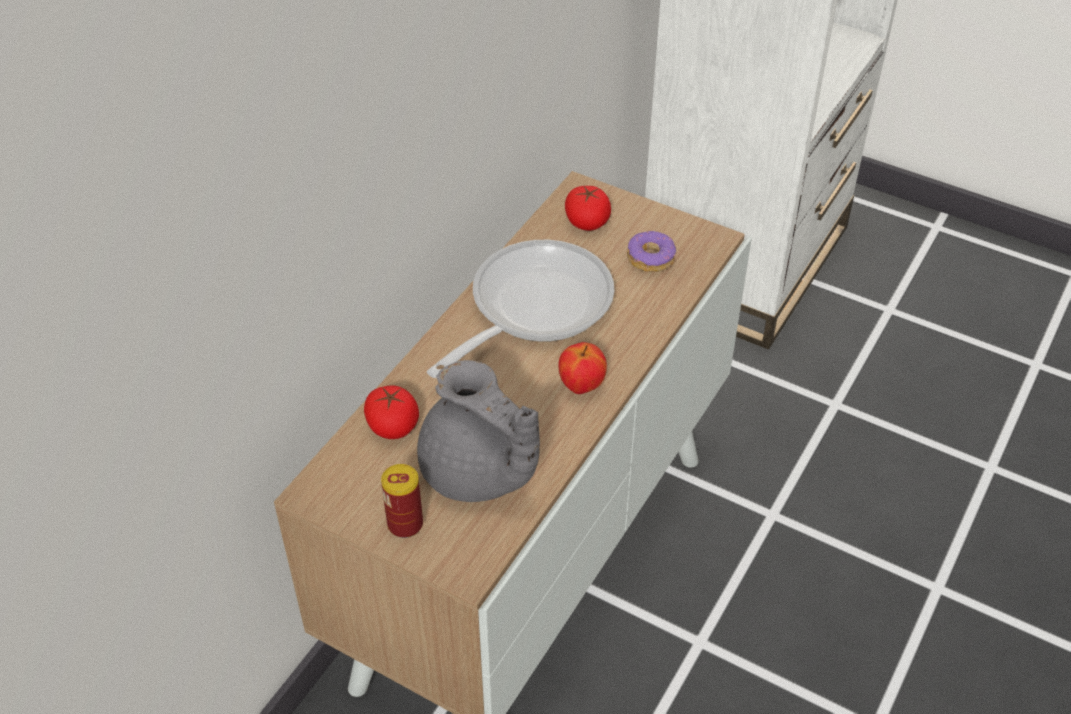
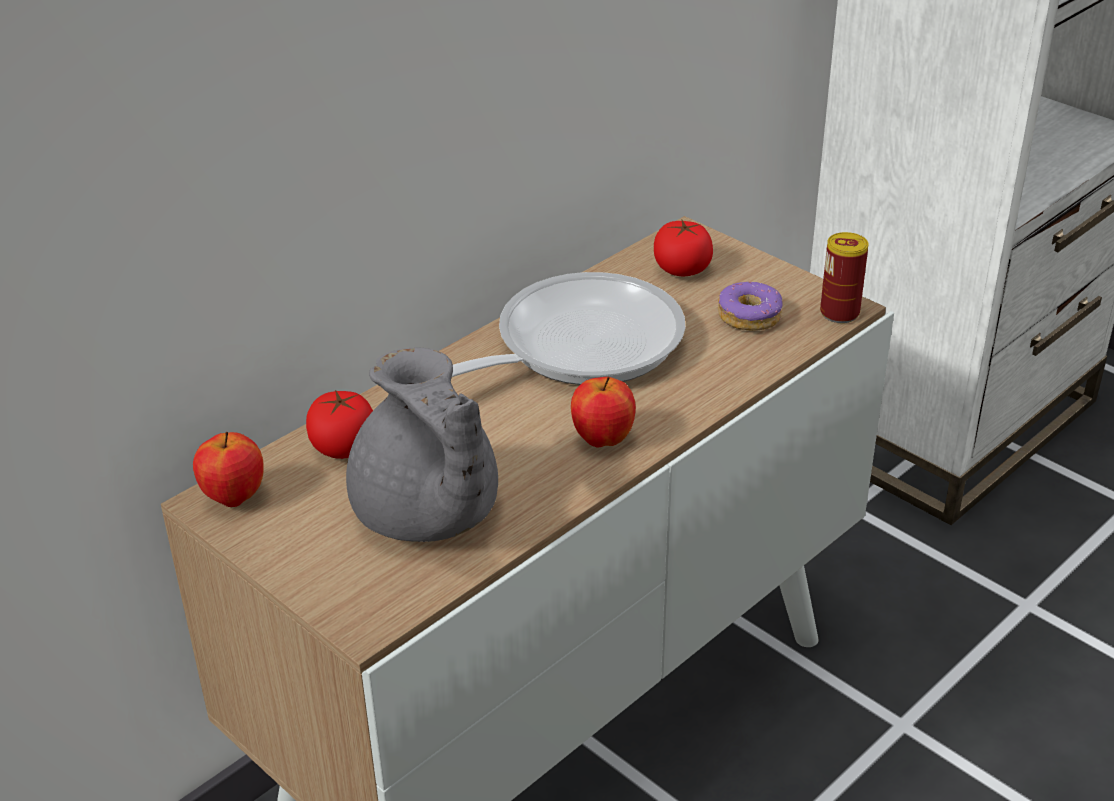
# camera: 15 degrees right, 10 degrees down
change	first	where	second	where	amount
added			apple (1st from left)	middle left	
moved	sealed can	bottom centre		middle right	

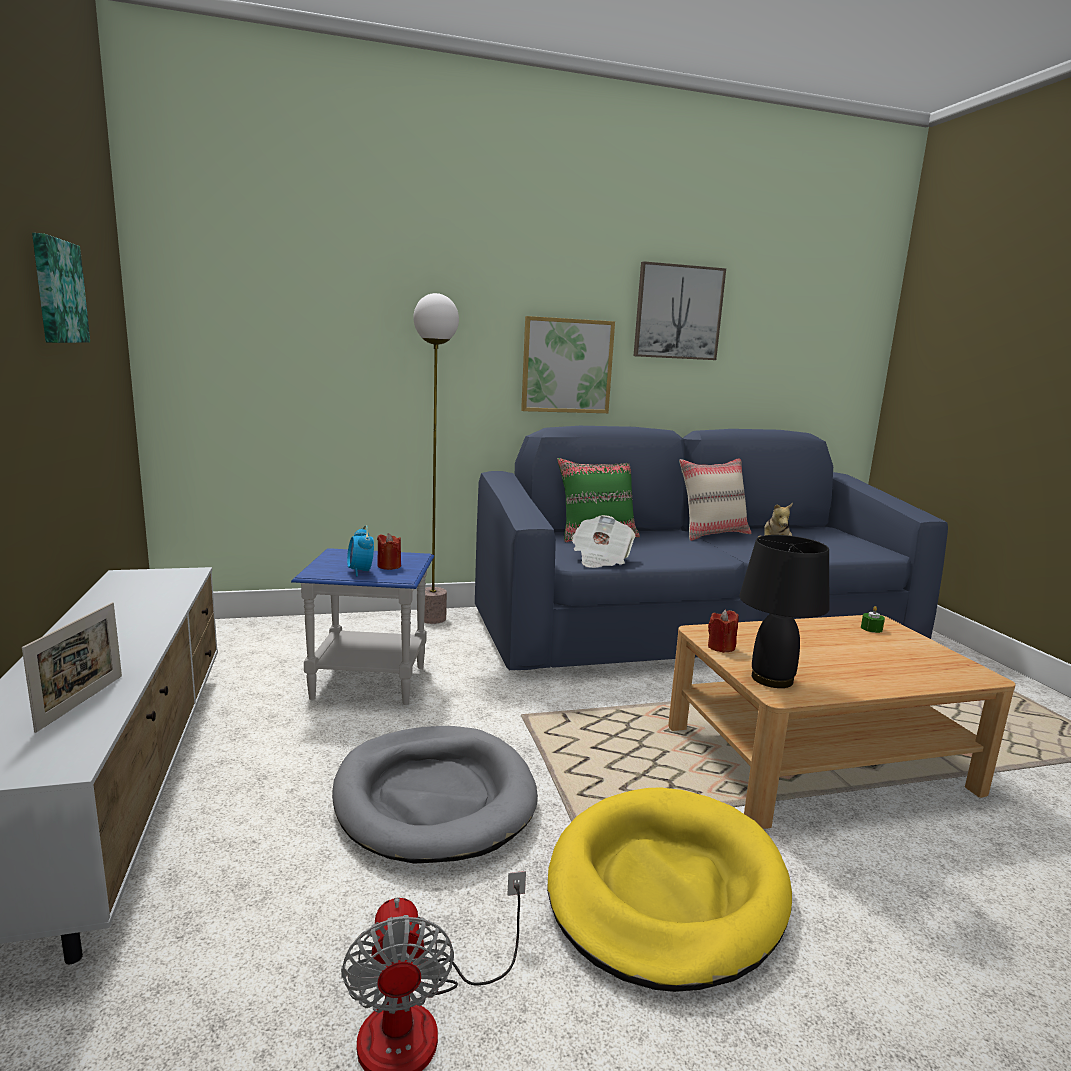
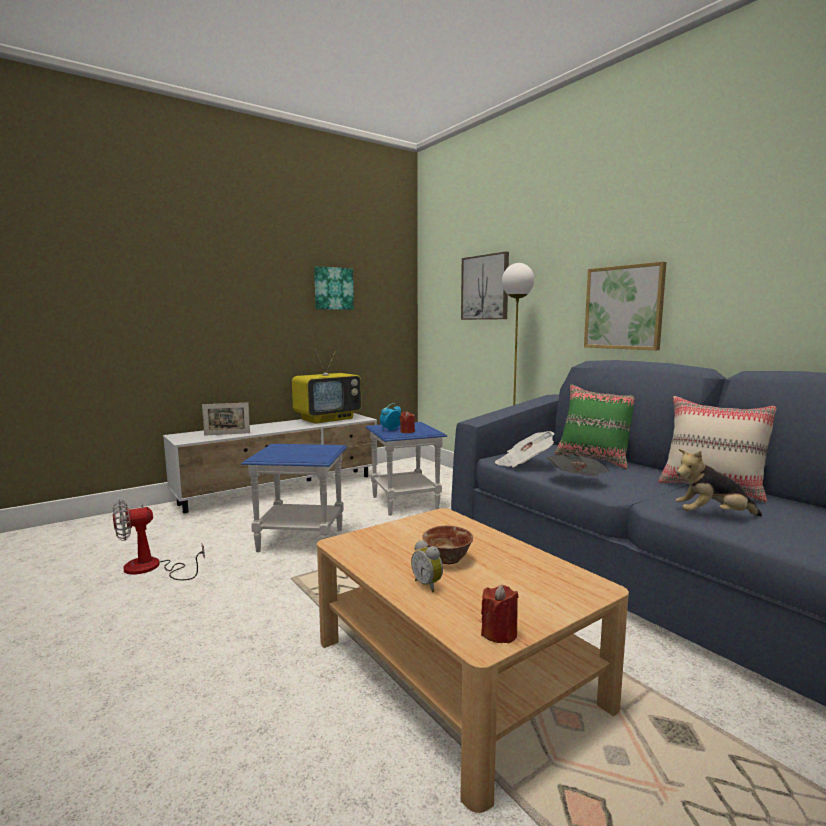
# camera: 70 degrees right, 5 degrees down
change	first	where	second	where	amount
removed	pet bed (yellow-coloured)	bottom centre			
removed	table lamp (blackish)	middle right			
removed	wax light (green)	middle right			
added			TV set	centre	
added			alarm clock (2nd from left)	bottom centre	
added			bowl	centre	
added			printed paper (2nd from left)	middle right	
moved	wall art (3rd from left in the first image)	top centre	wall art (2nd from left)	centre	
moved	wax light (red) (2nd from left)	middle right		bottom centre	
replaced	pet bed (greyish)	bottom centre	side table (blue-coloured) (1st from left)	centre	

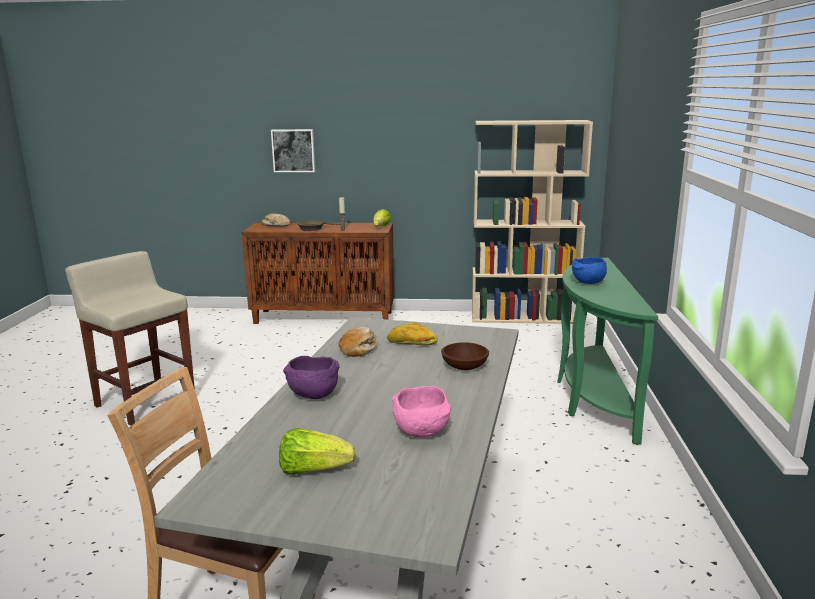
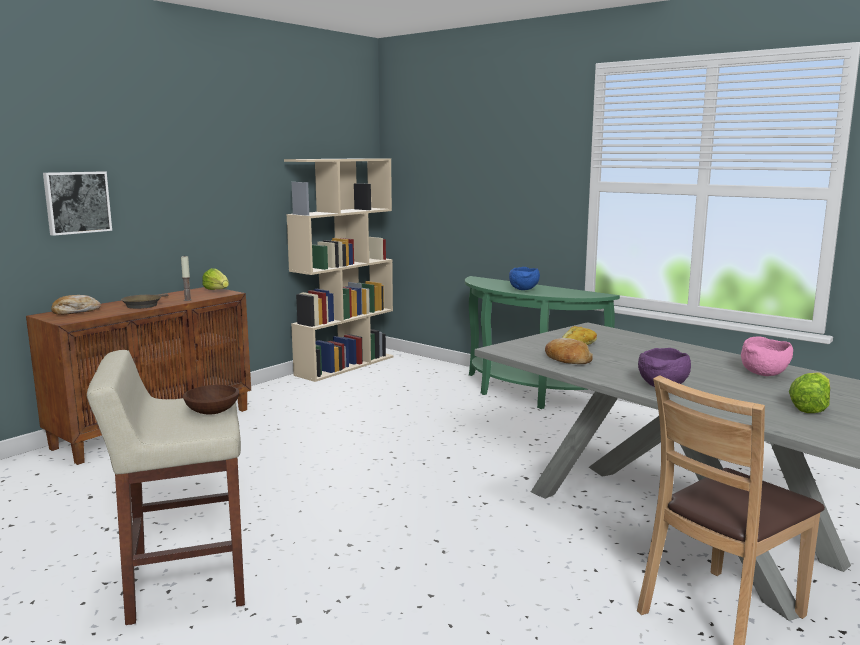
# camera: 55 degrees left, 5 degrees down
change	first	where	second	where	amount
moved	bowl (brownish)	centre		middle left	

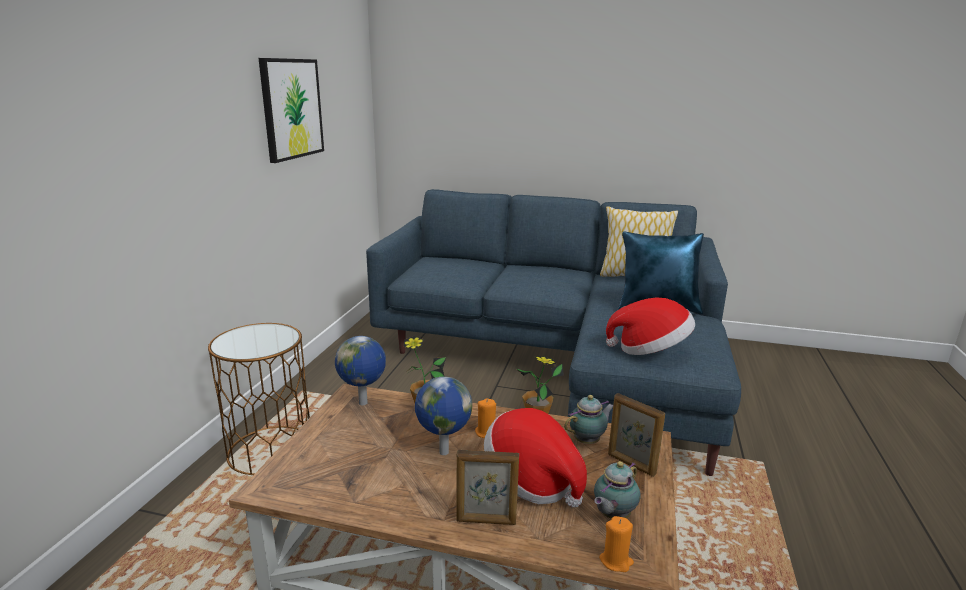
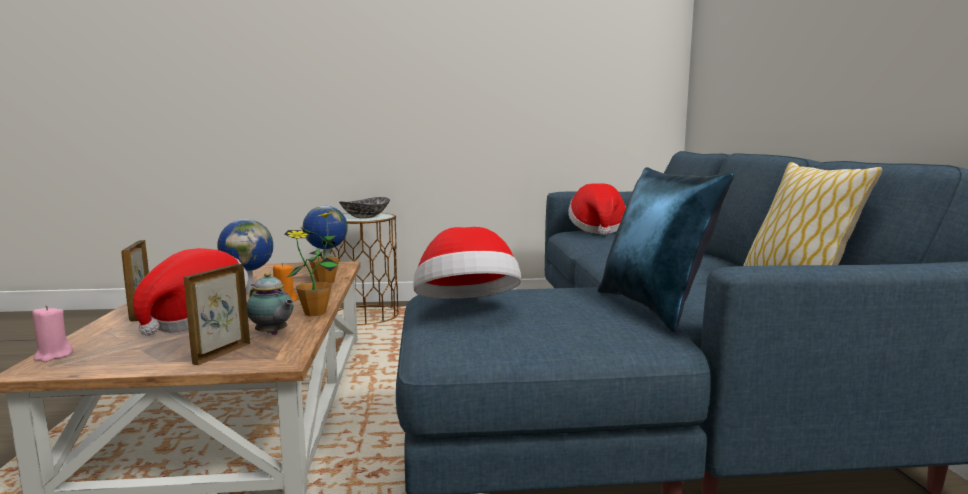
# camera: 70 degrees right, 10 degrees down
change	first	where	second	where	amount
removed	wall art	top left			
removed	teapot (2nd from left)	bottom centre			
added			bowl	centre	
added			hat (3rd from left)	centre	
recoloured	wax light (orangey) (2nd from left)	bottom centre	wax light (pinkish)	bottom left	

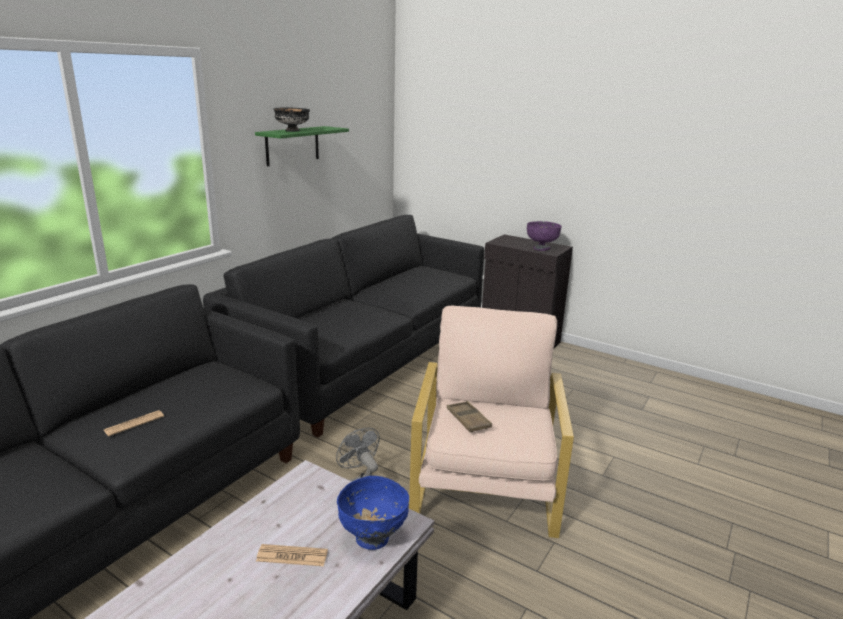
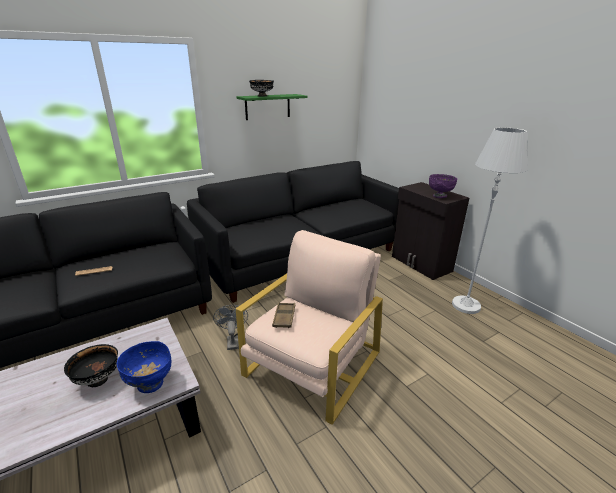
# camera: 25 degrees right, 5 degrees up
change	first	where	second	where	amount
added			standing lamp (white-coloured)	middle right	
replaced	printed paper (2nd from left)	bottom centre	bowl (blackish) (1st from left)	bottom left	

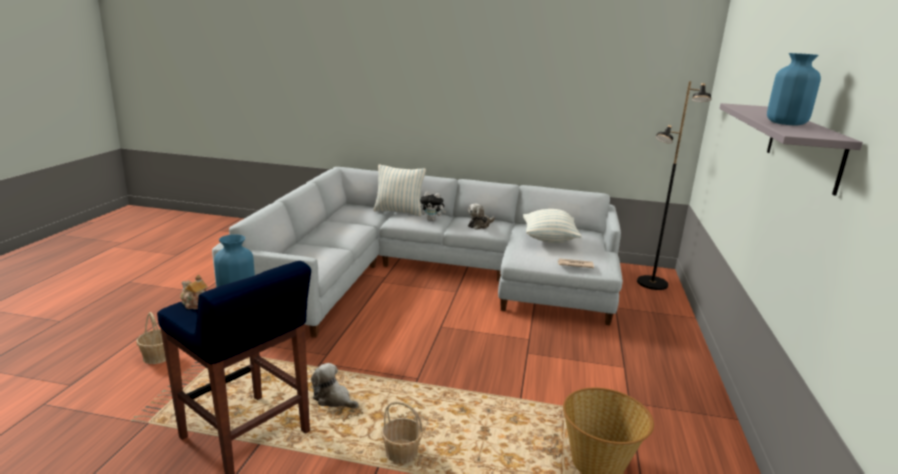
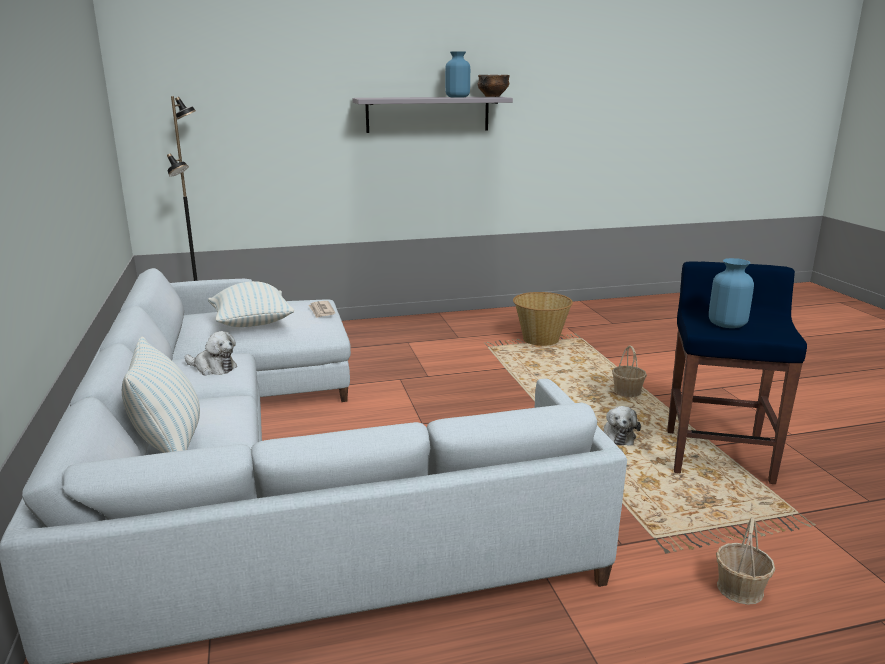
# camera: 115 degrees left, 0 degrees up
change	first	where	second	where	amount
removed	teapot	middle left			
removed	soft toy (2nd from left)	centre			
added			bowl	top centre	

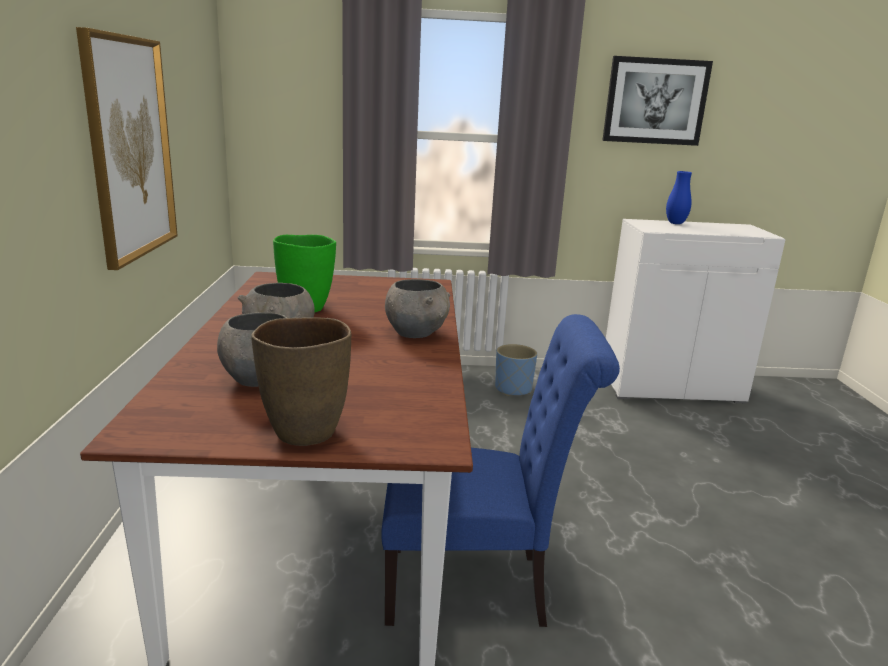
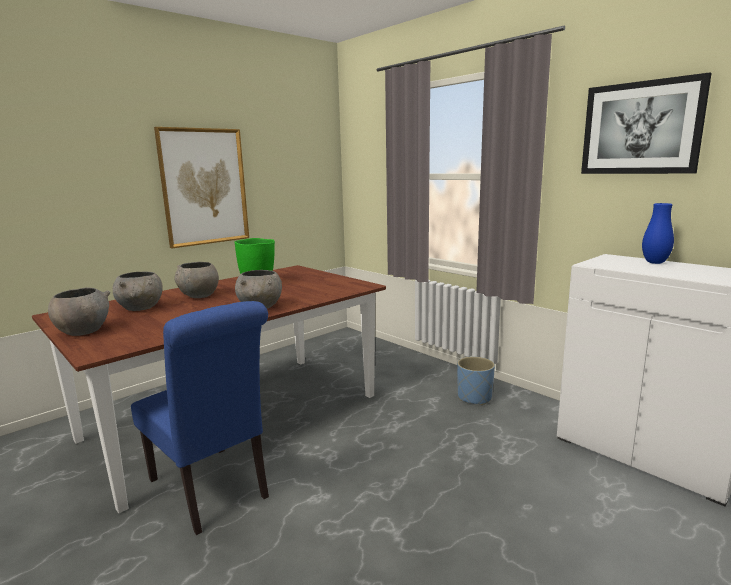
# camera: 50 degrees right, 5 degrees down
change	first	where	second	where	amount
replaced	vase (brownish)	centre	bowl (greyish) (1st from left)	middle left	

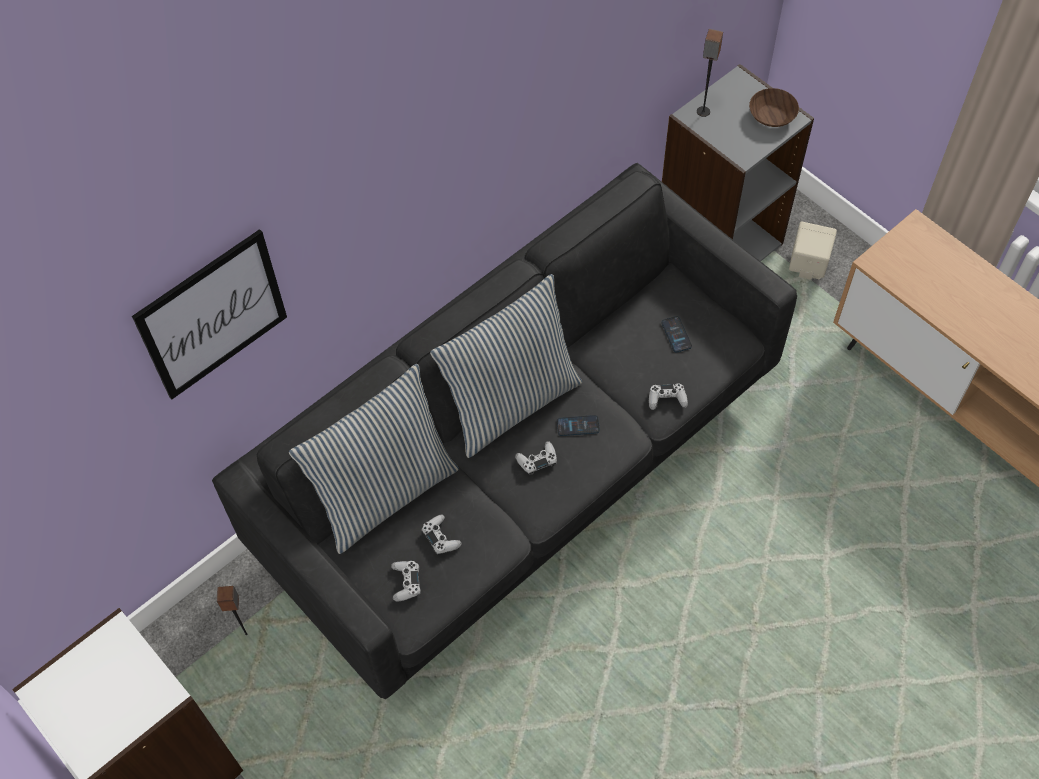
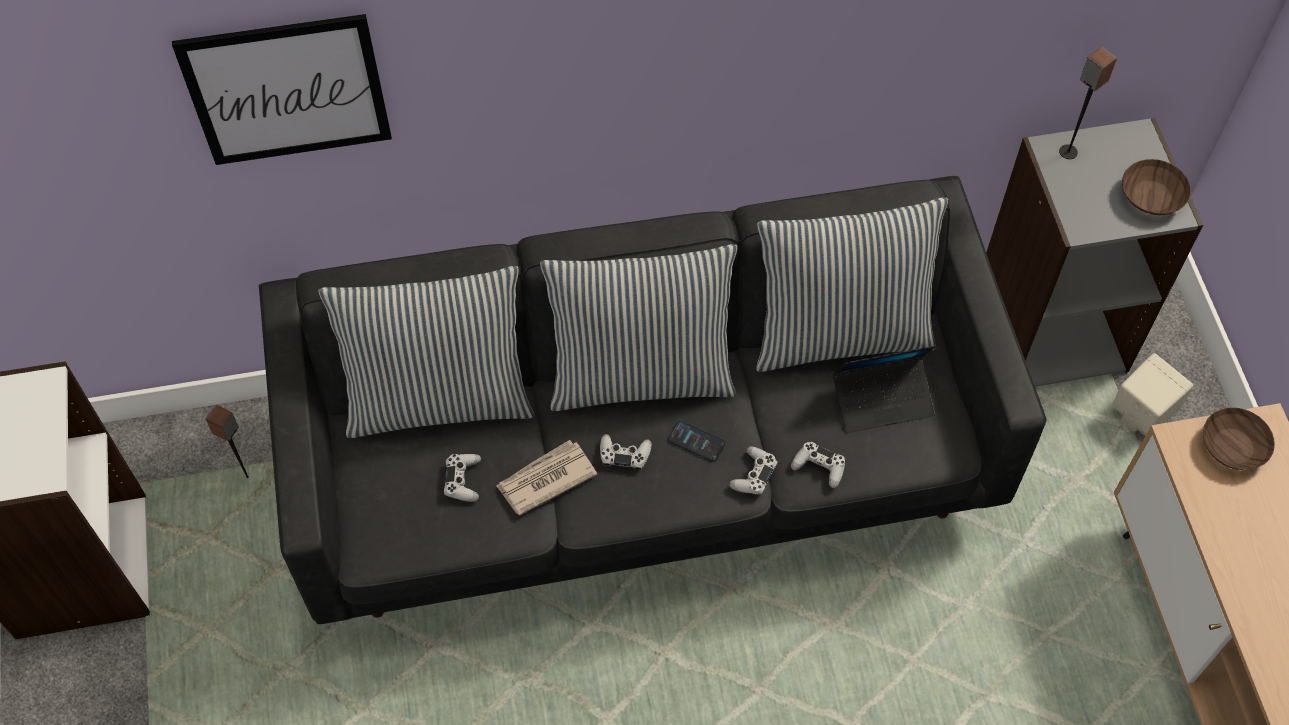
# camera: 30 degrees right, 0 degrees up
change	first	where	second	where	amount
added			printed paper	centre	
added			throw pillow (3rd from left)	centre	
added			bowl (brownish) (2nd from left)	middle right	
moved	game controller (white-coloured) (1st from left in the first image)	bottom centre	game controller (white-coloured) (3rd from left)	centre	
replaced	telephone (2nd from left)	centre	laptop	middle right	

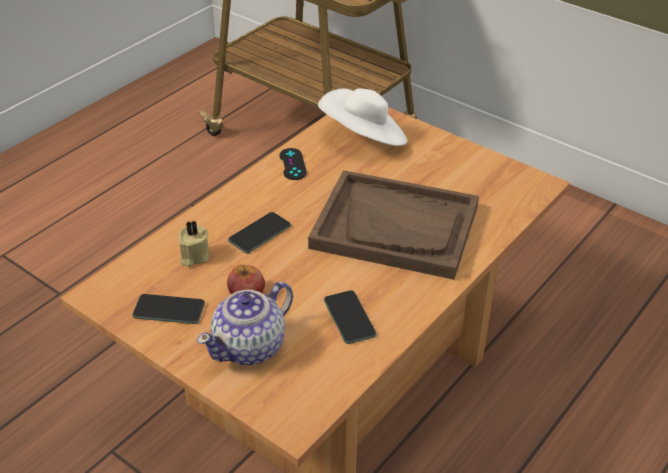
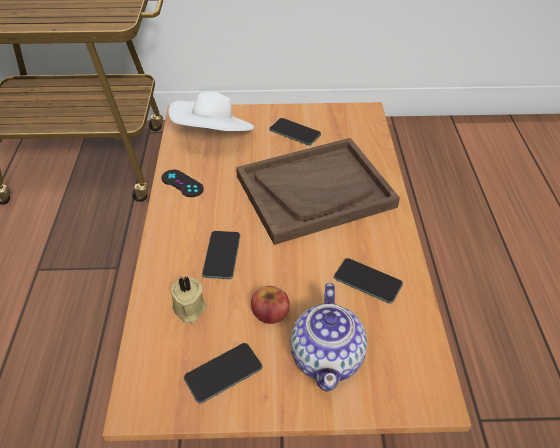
# camera: 40 degrees left, 5 degrees up
change	first	where	second	where	amount
added			telephone (3rd from left)	top centre	

